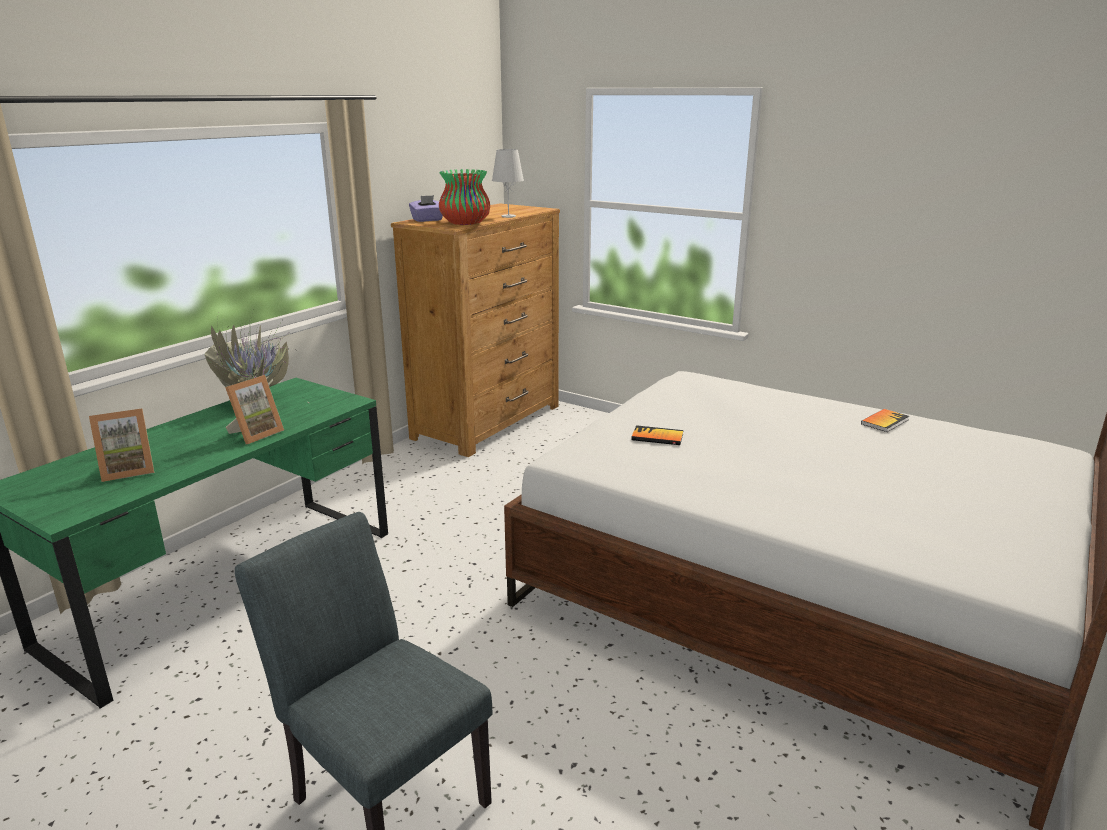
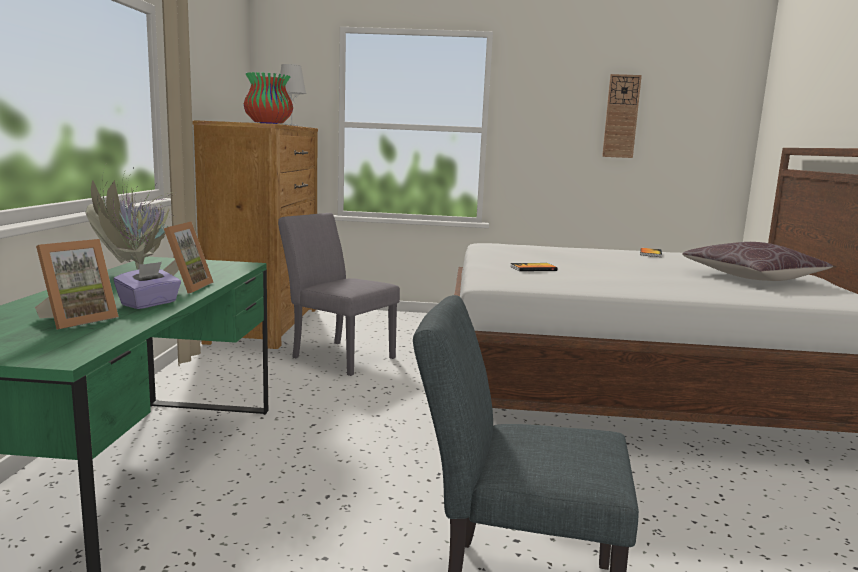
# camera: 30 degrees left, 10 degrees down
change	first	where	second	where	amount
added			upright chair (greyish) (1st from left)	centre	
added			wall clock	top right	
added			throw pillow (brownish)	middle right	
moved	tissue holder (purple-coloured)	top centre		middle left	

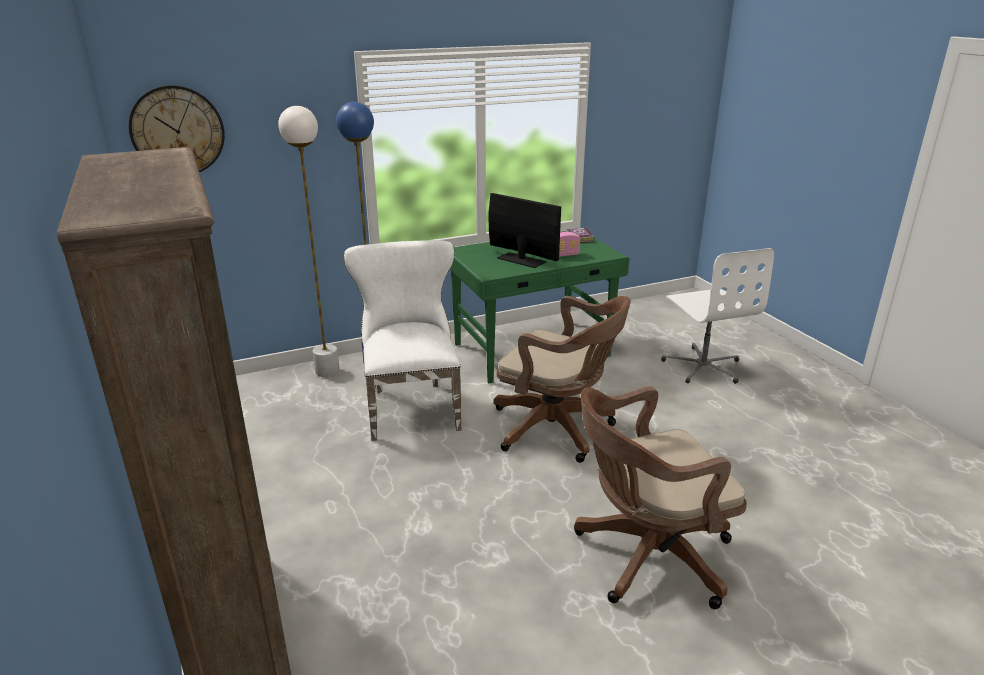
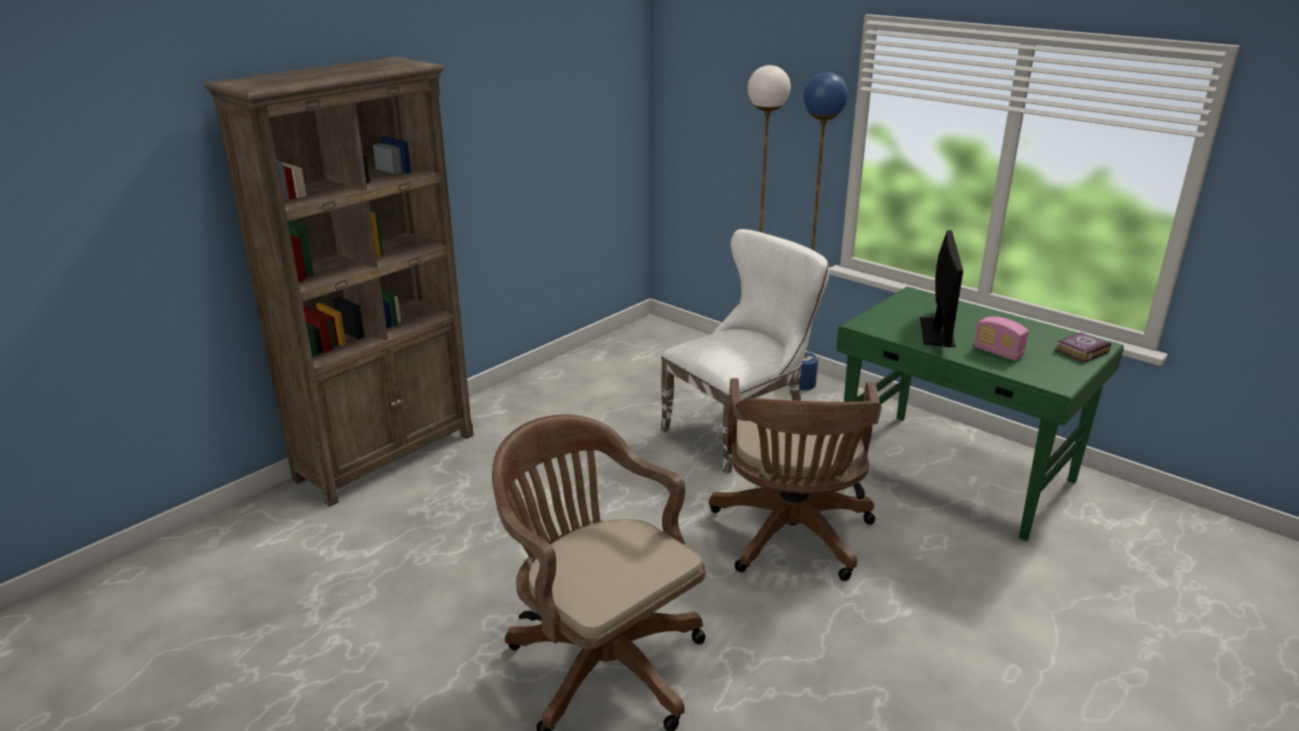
# camera: 65 degrees right, 0 degrees up
change	first	where	second	where	amount
removed	wall clock	top left			
removed	desk chair (white-coloured)	middle right			

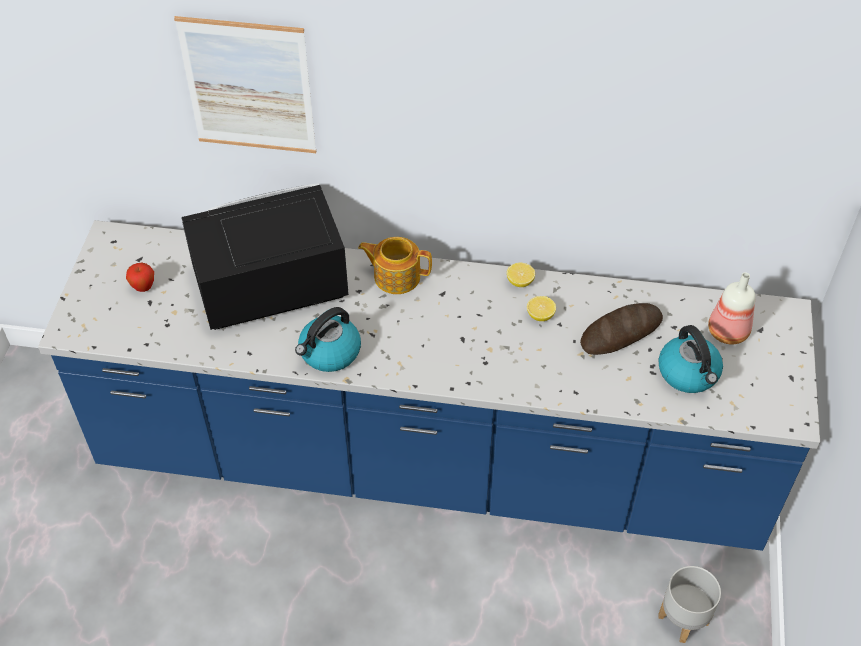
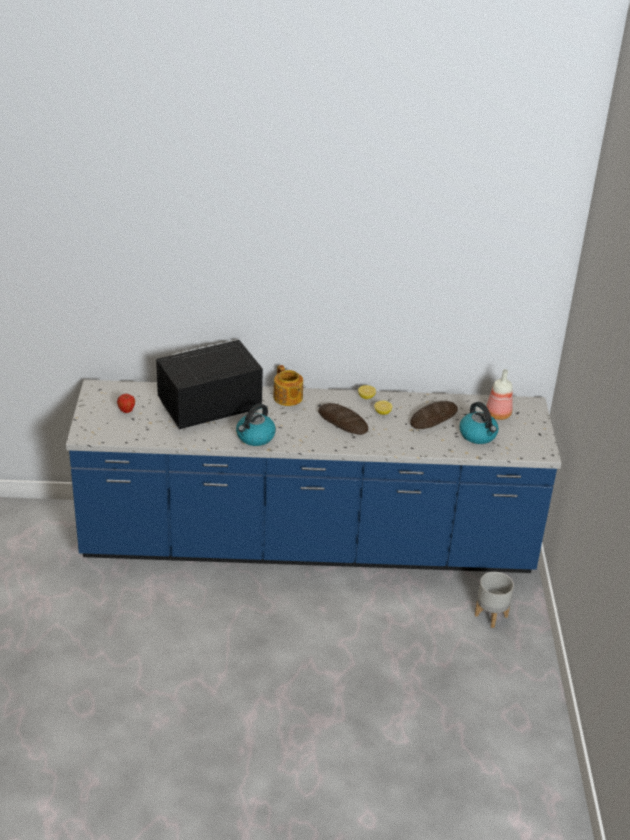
# camera: 10 degrees left, 15 degrees down
change	first	where	second	where	amount
removed	wall art	top left			
added			baked bread (1st from left)	centre	
turned	teapot	centre		centre	120 degrees counterclockwise

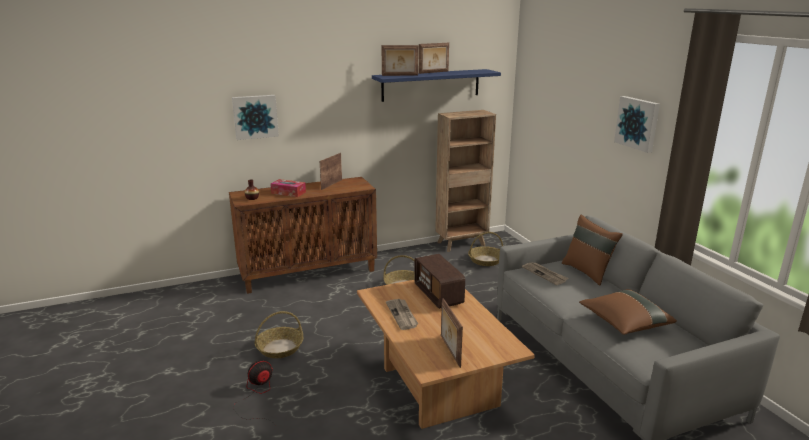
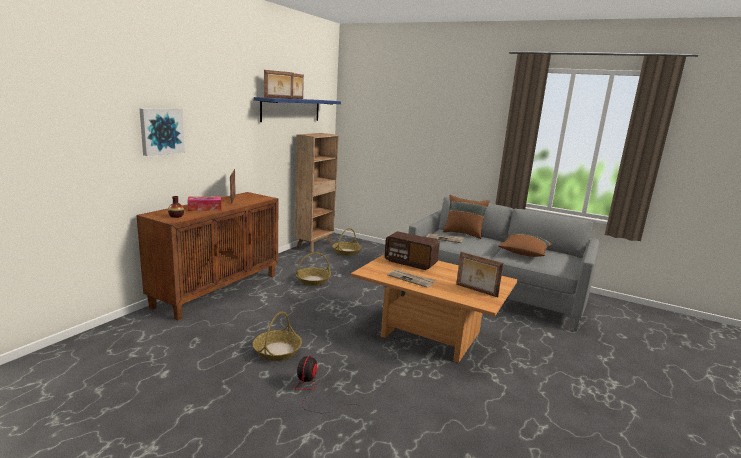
# camera: 40 degrees left, 5 degrees down
change	first	where	second	where	amount
removed	wall art (2nd from left)	top right			

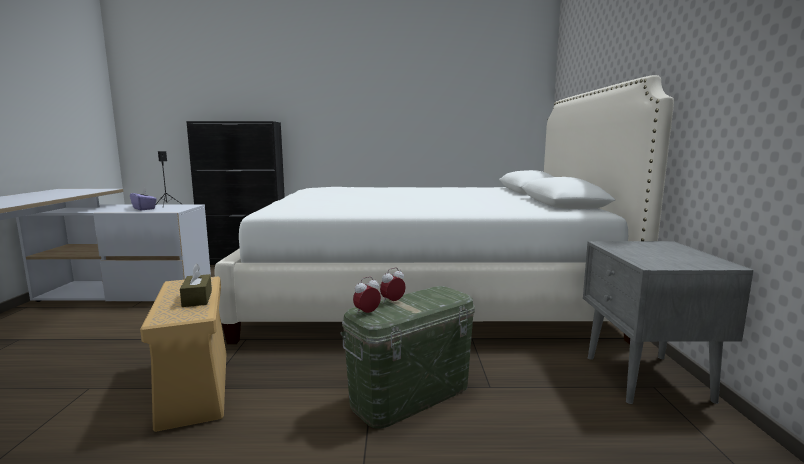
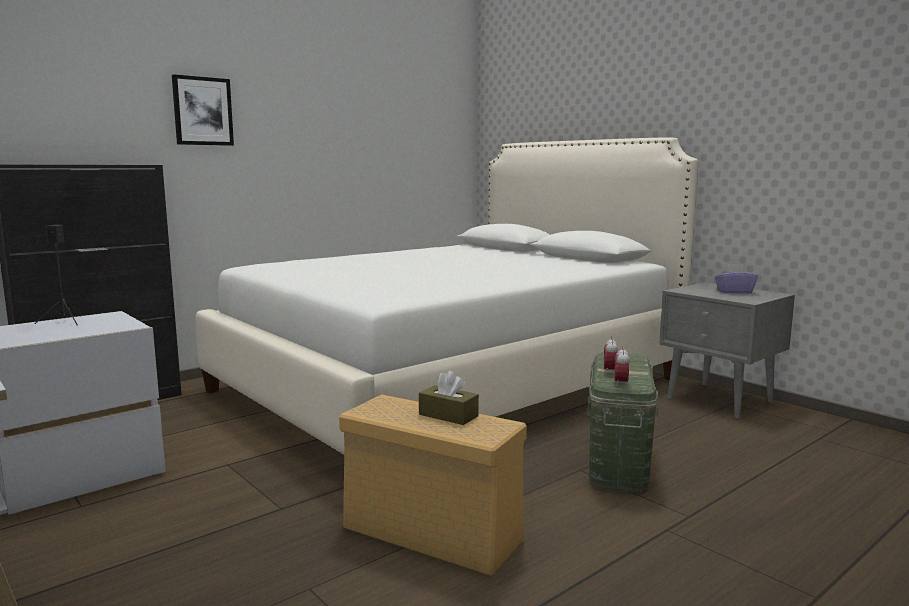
# camera: 40 degrees left, 0 degrees up
change	first	where	second	where	amount
added			wall art	top left	
moved	tissue holder (purple-coloured)	middle left		middle right	

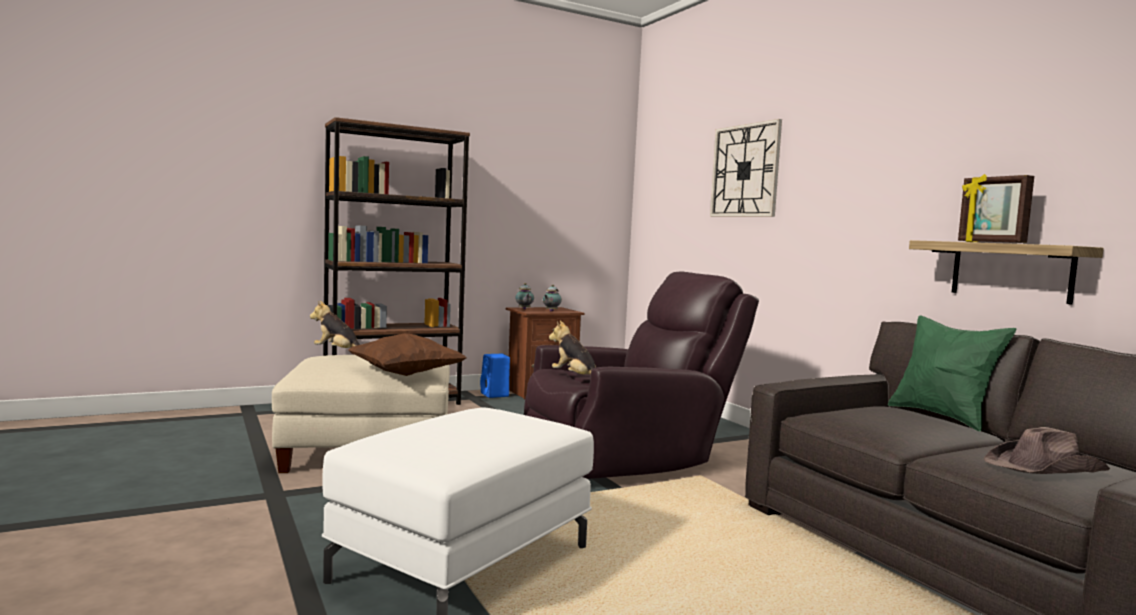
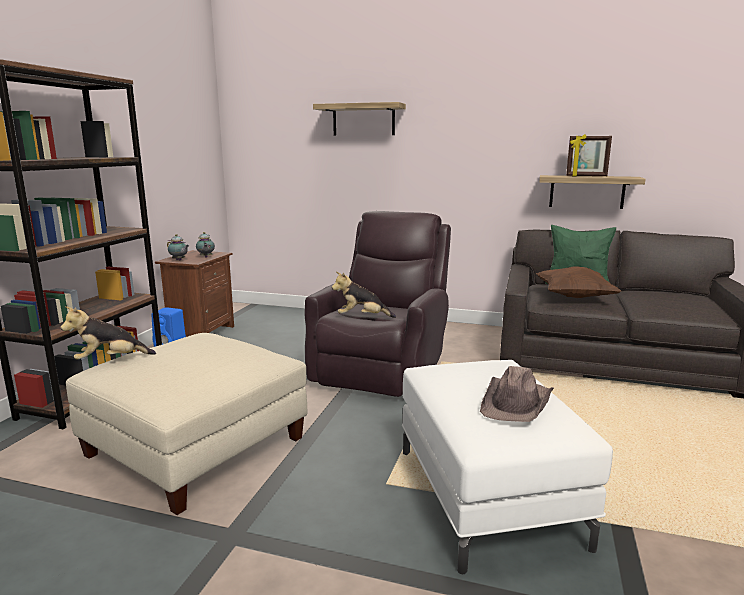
# camera: 45 degrees left, 10 degrees up
change	first	where	second	where	amount
moved	throw pillow (brownish)	centre		middle right	
moved	hat (brownish)	bottom right		middle right	
replaced	wall clock	top centre	bracket shelf (1st from left)	top centre	

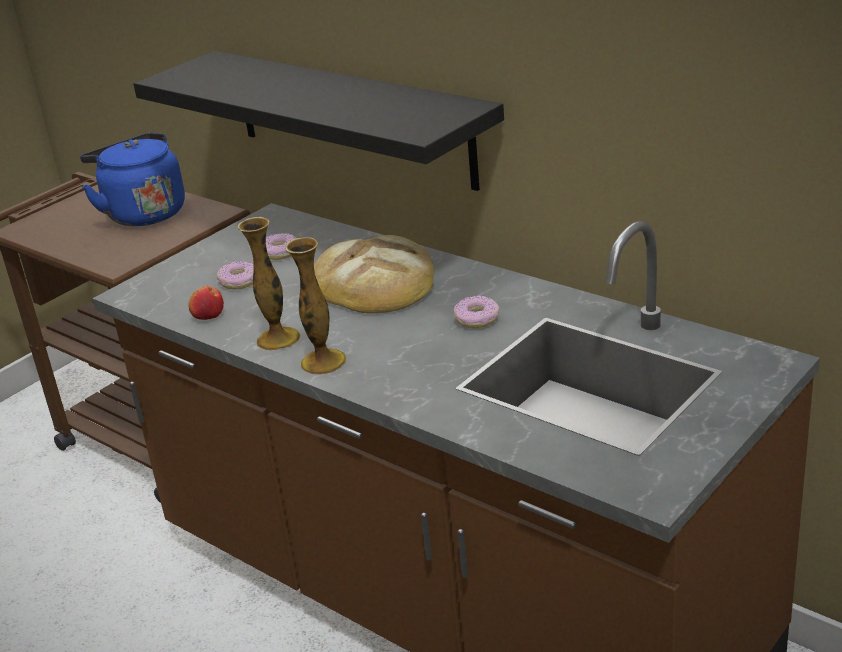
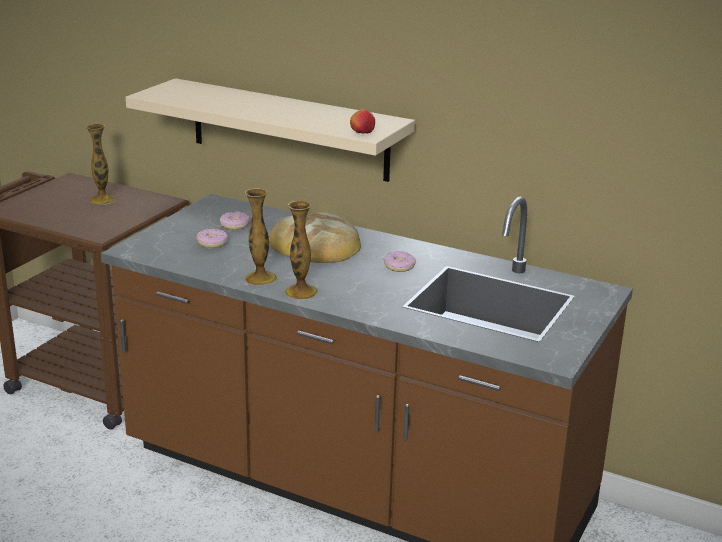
# camera: 15 degrees left, 5 degrees down
change	first	where	second	where	amount
moved	apple	middle left		top centre	
replaced	water kettle (blue-coloured)	top left	vase (1st from left)	top left	
recoloured	bracket shelf (blackish)	top centre	bracket shelf (beige)	top centre	

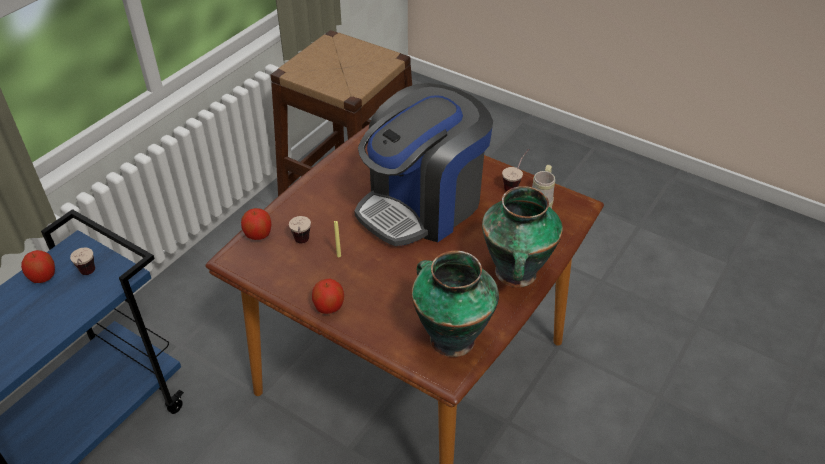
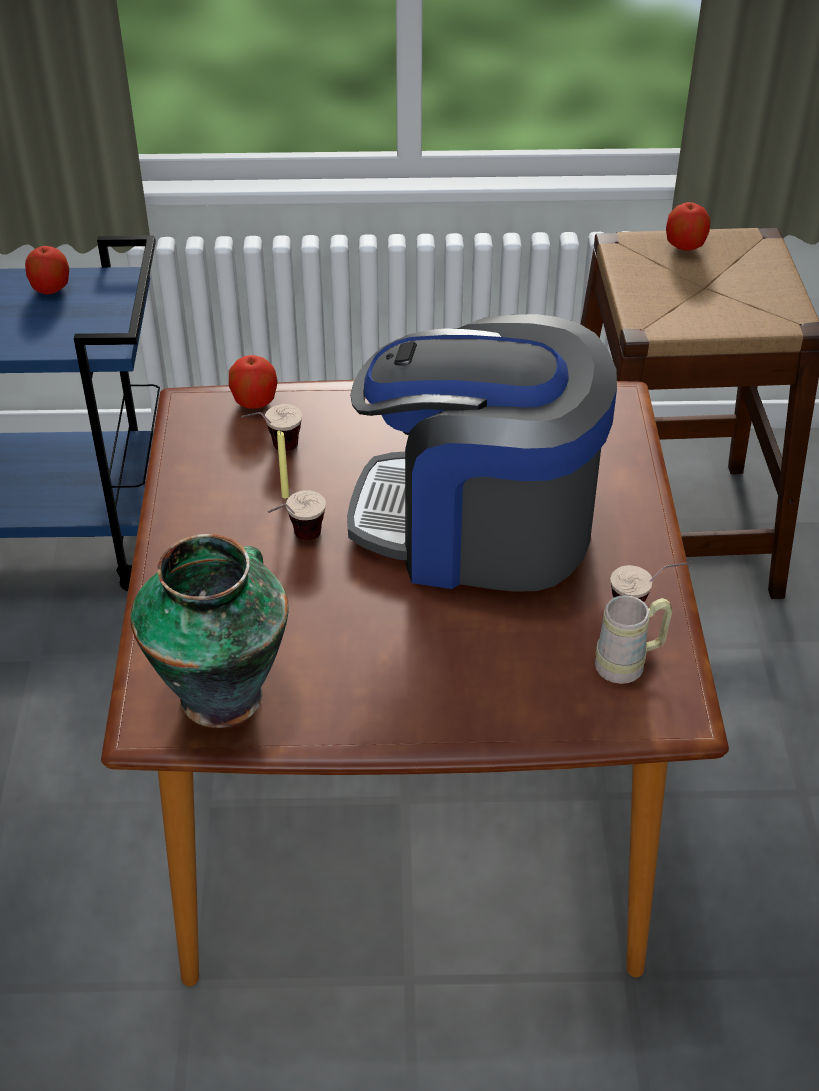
# camera: 55 degrees right, 0 degrees up
change	first	where	second	where	amount
removed	vase (2nd from left)	centre			
moved	small cup (1st from left in the first image)	middle left	small cup (2nd from left)	centre	
moved	apple (3rd from left)	centre		top right	

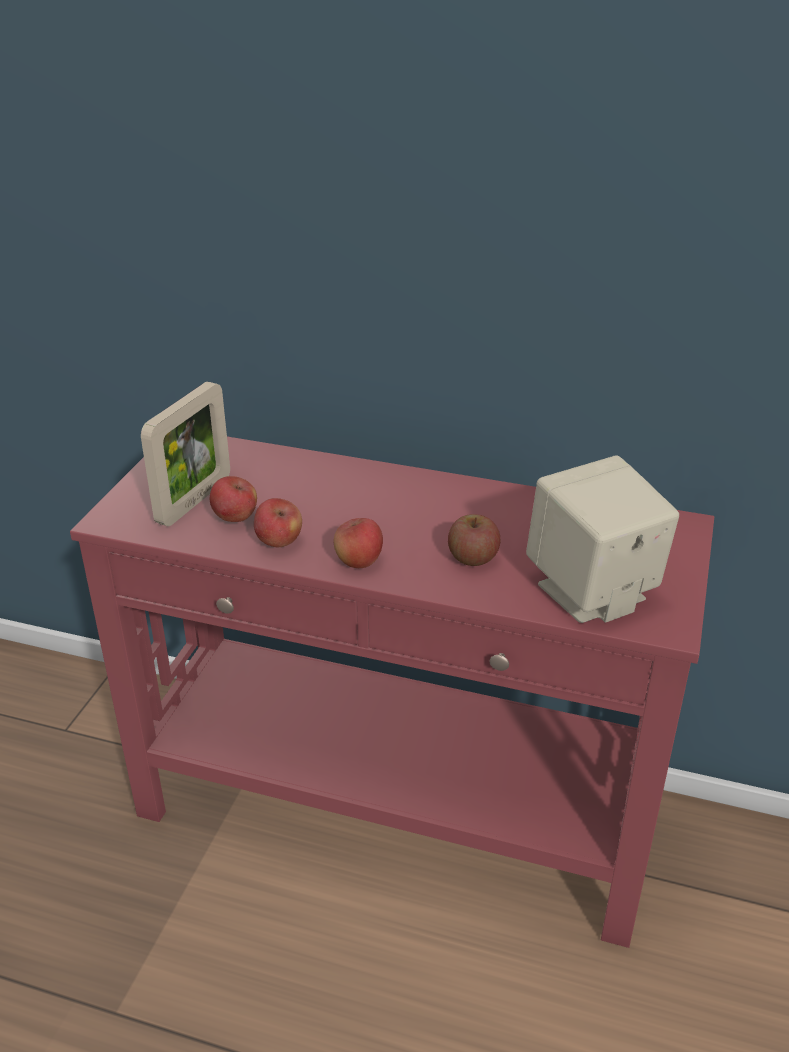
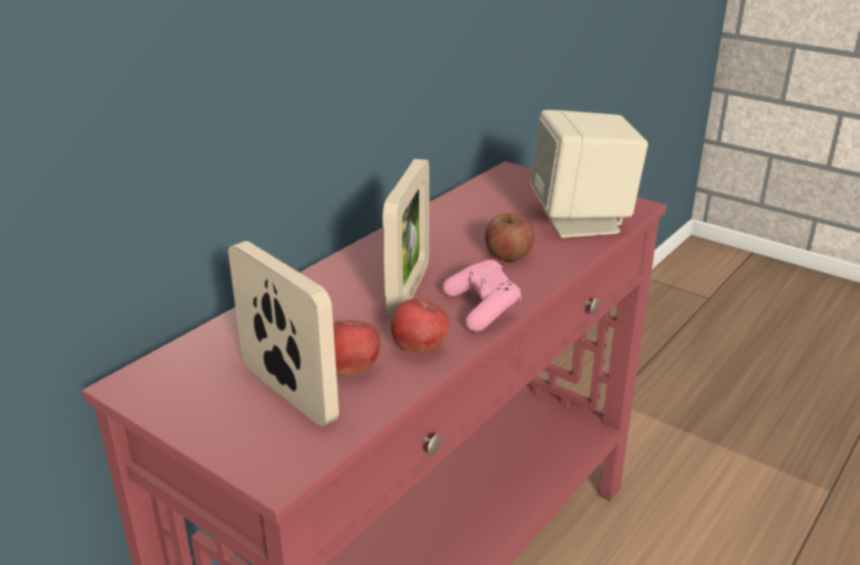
# camera: 70 degrees left, 5 degrees down
change	first	where	second	where	amount
added			picture frame (2nd from left)	centre	
replaced	apple (3rd from left)	centre	game controller (pinkish)	centre	

